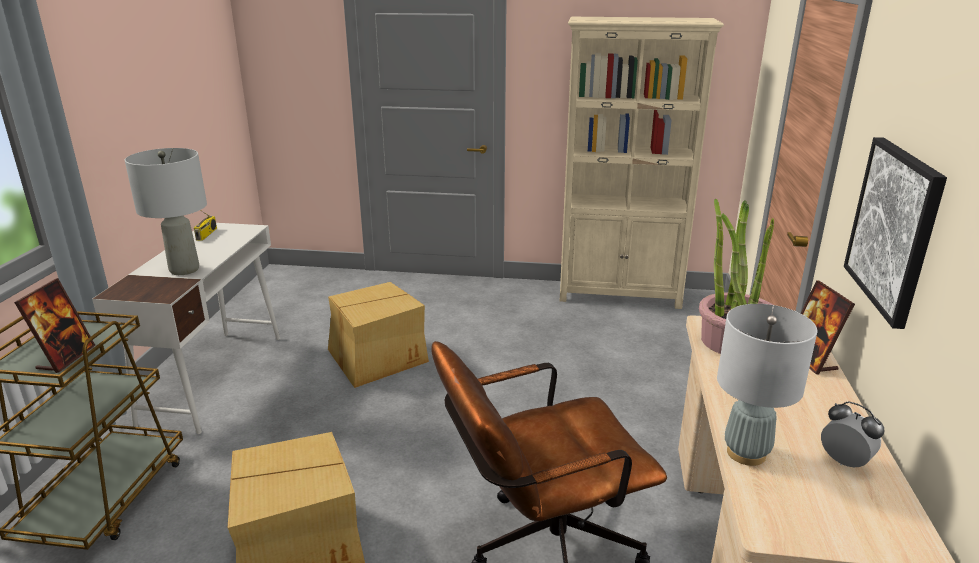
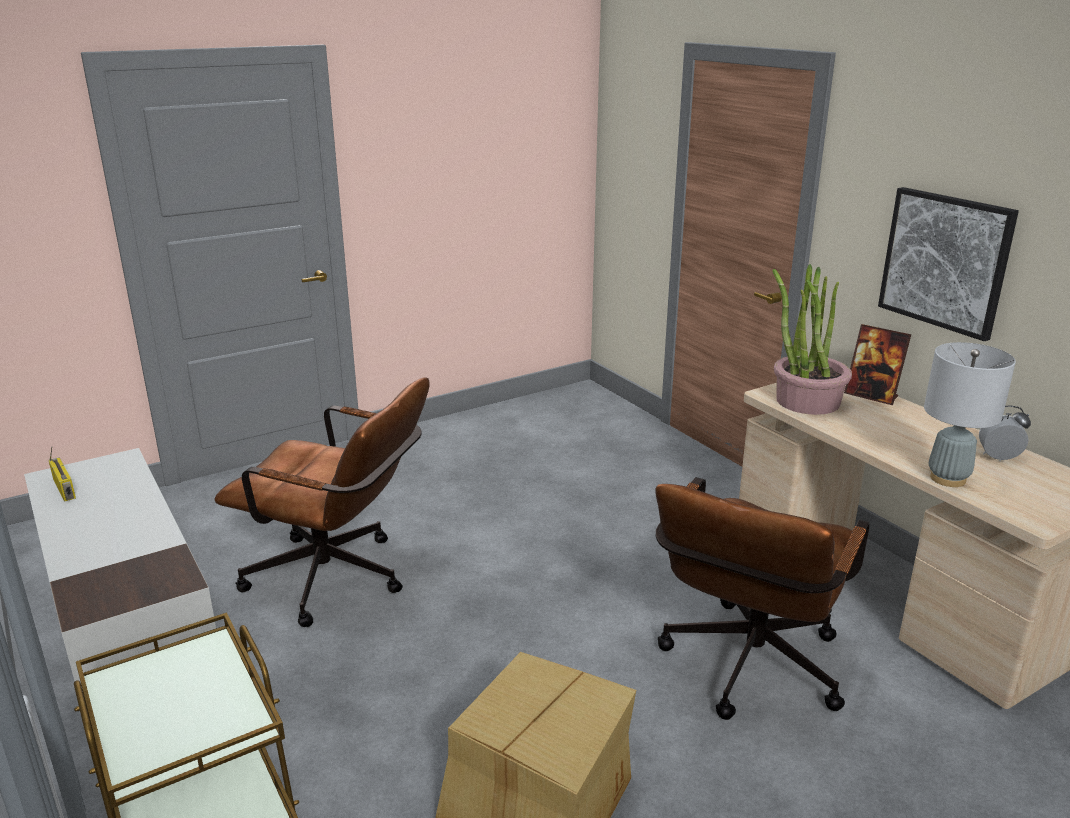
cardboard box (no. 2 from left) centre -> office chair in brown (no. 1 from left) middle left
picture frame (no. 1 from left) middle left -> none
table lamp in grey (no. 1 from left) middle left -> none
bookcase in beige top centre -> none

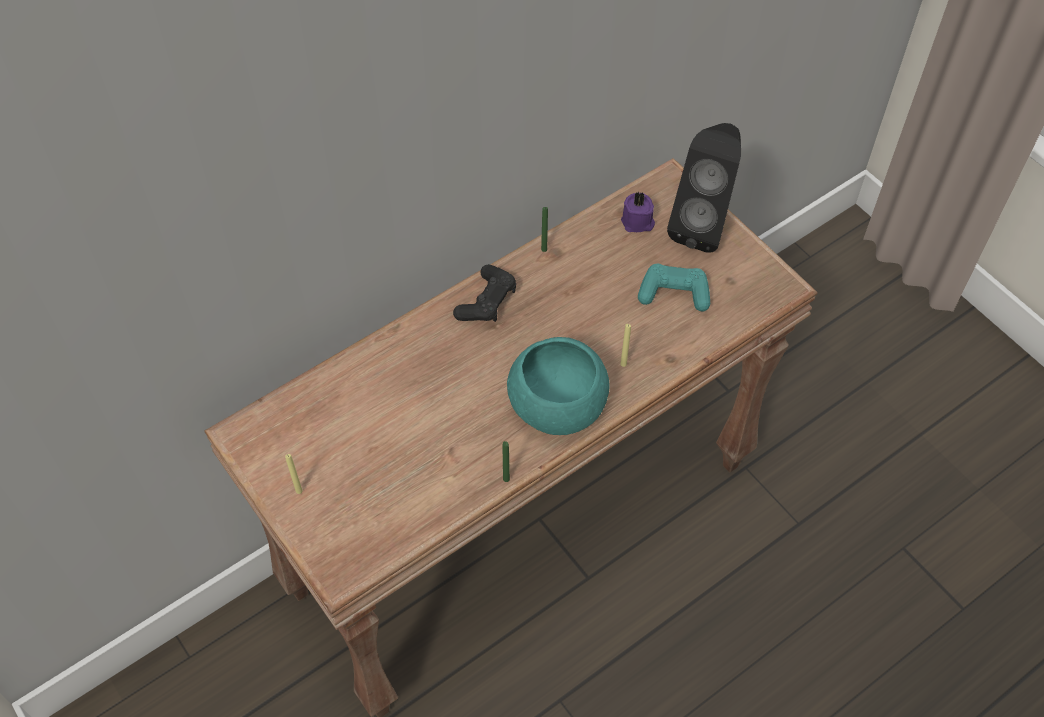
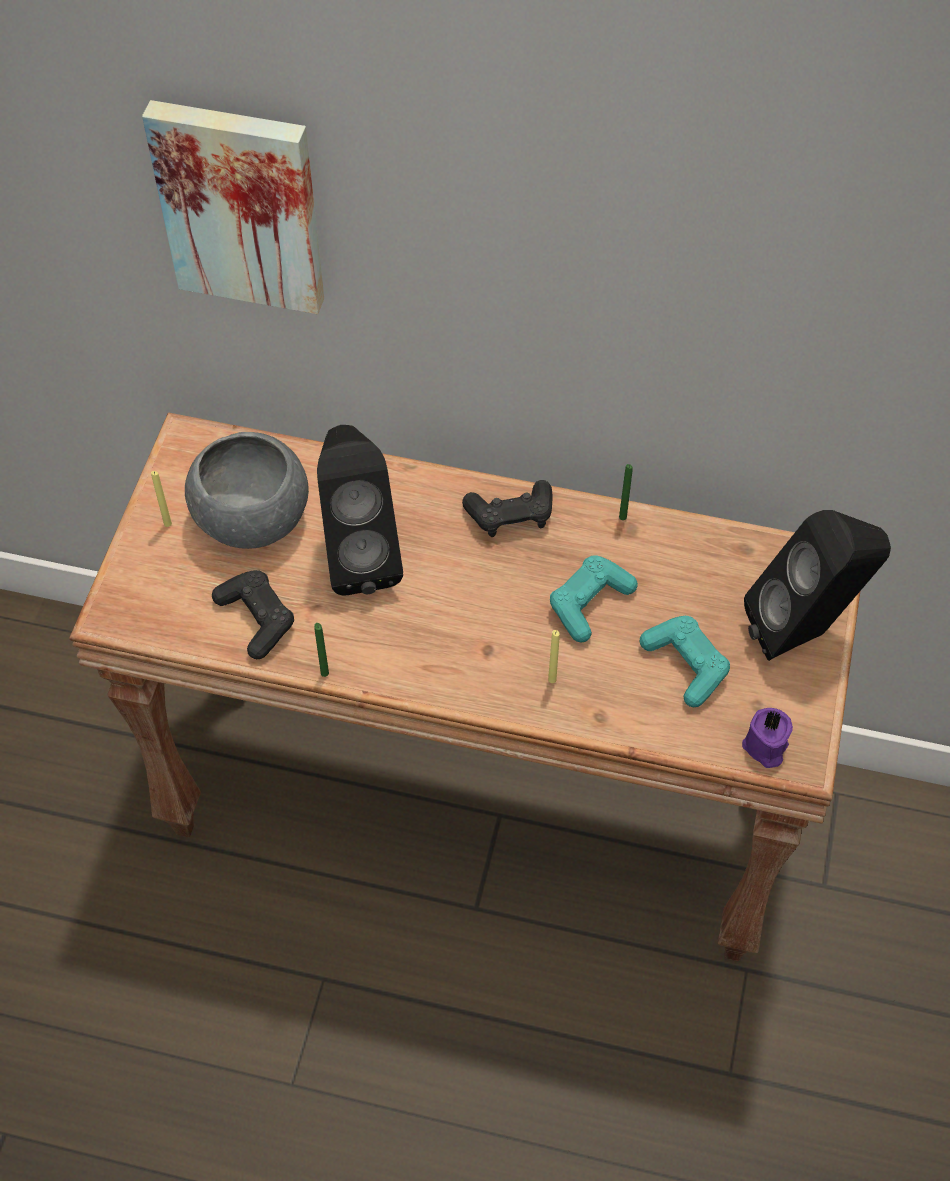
none -> picture top left
none -> bowl in grey middle left
none -> game controller in black (no. 1 from left) middle left
none -> speaker in black (no. 1 from left) centre
none -> game controller in turquoise (no. 1 from left) centre
candle in purple top centre -> candle in purple middle right, shifted
bowl in turquoise centre -> none

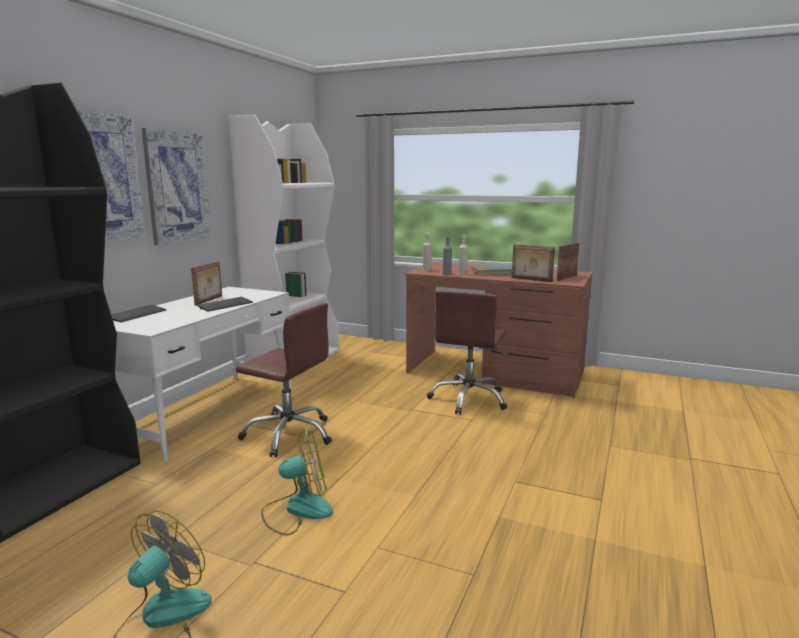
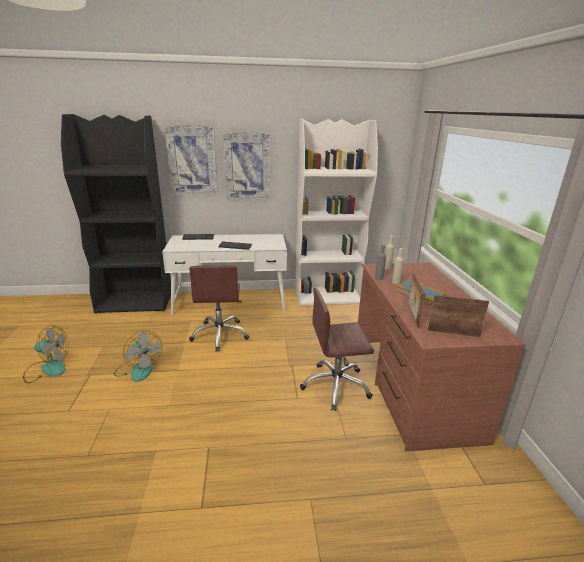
picture frame (no. 1 from left) middle left -> none

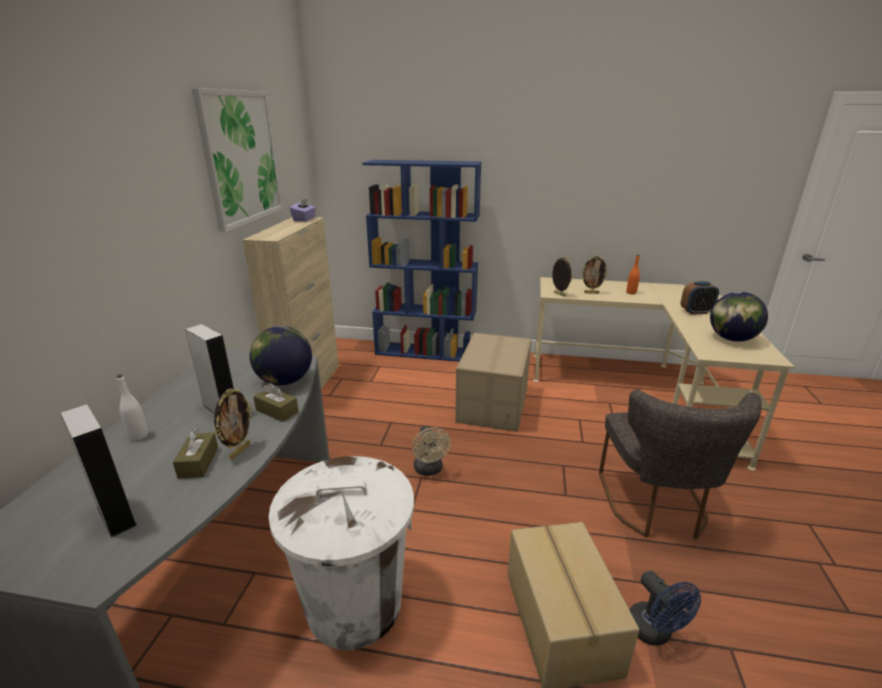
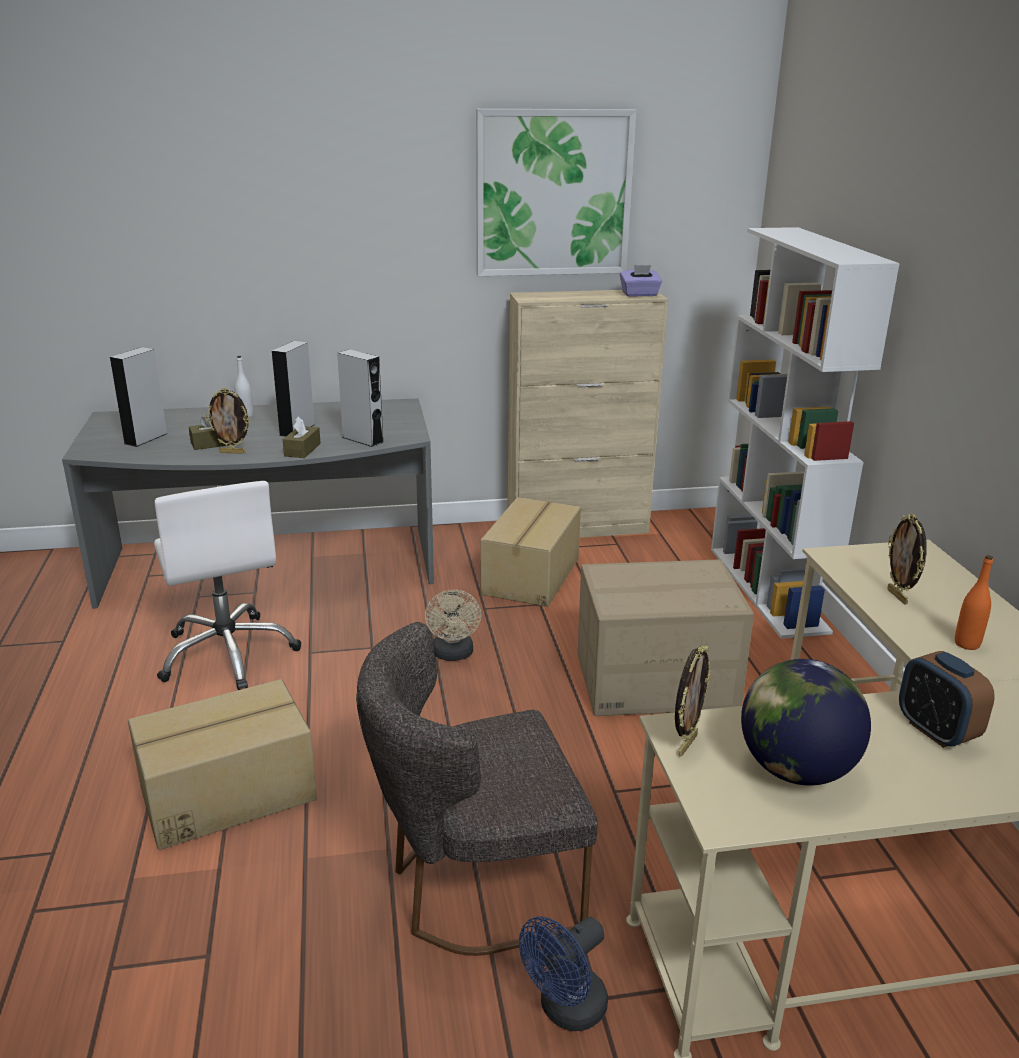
trash can in white bottom centre -> office chair in white middle left
globe (no. 1 from left) middle left -> speaker in grey (no. 3 from left) centre
fan in beige centre, 60 degrees counterclockwise
none -> cardboard box (no. 2 from left) centre
fan in blue bottom right -> fan in blue bottom centre, shifted
picture frame (no. 2 from left) centre -> picture frame (no. 2 from left) middle right, shifted
bookcase in blue centre -> bookcase in white middle right

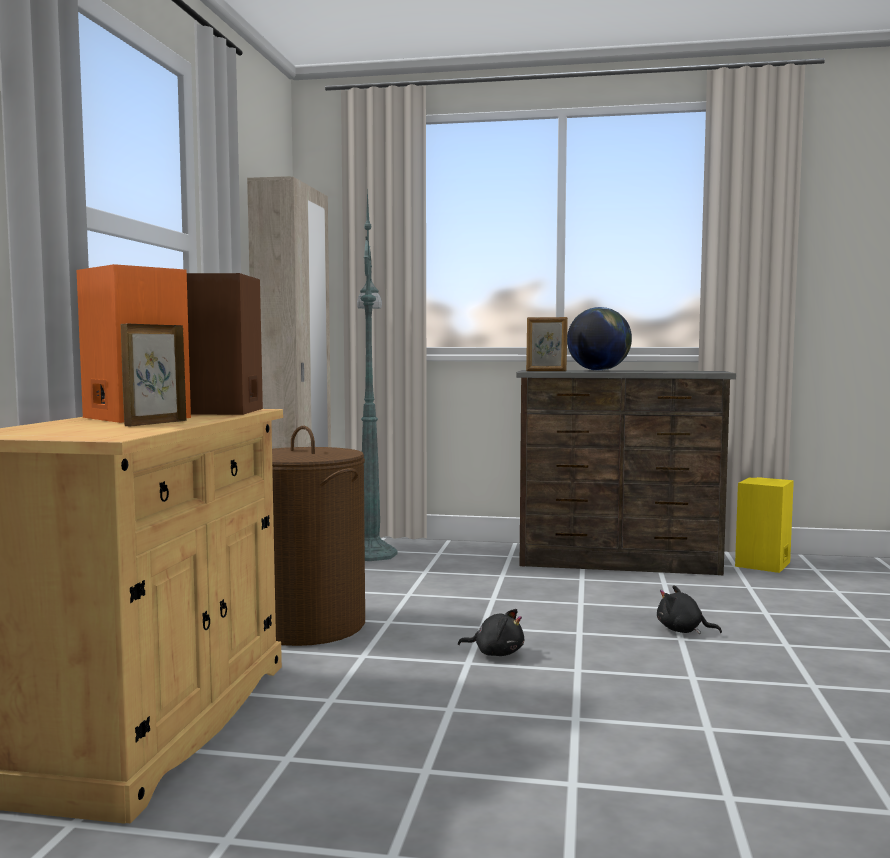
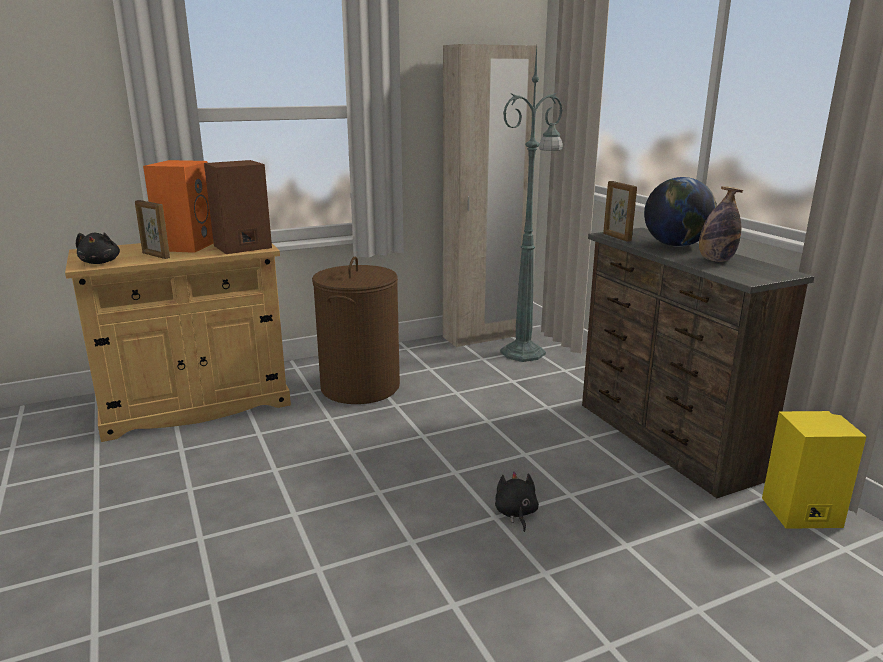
plush toy in black (no. 1 from left) bottom centre -> plush toy in black (no. 1 from left) middle left, shifted
picture frame (no. 1 from left) middle left, 135 degrees counterclockwise
none -> bottle middle right

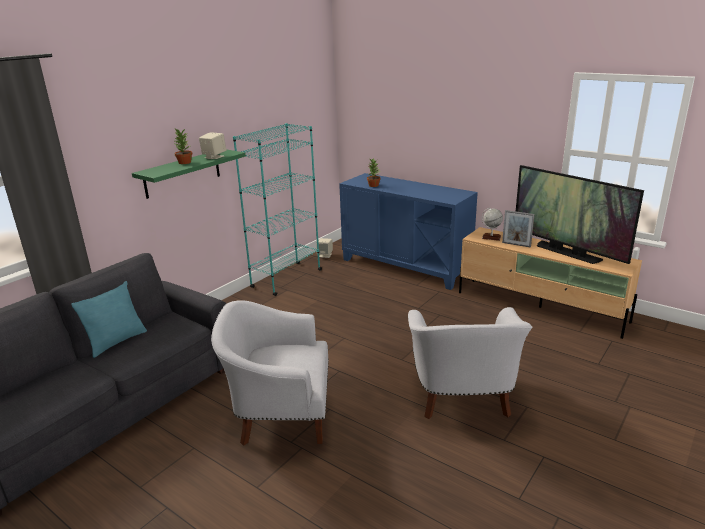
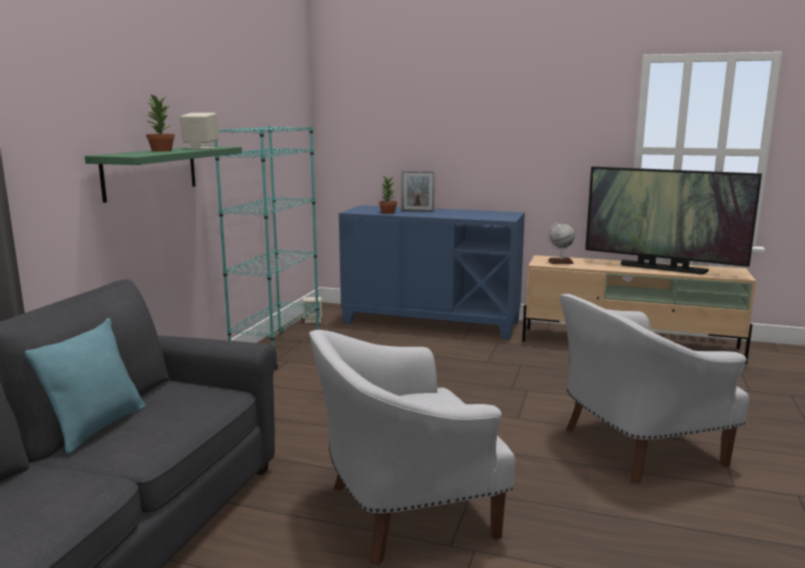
picture frame middle right -> picture frame centre, shifted
armchair in white (no. 2 from left) bottom right, 90 degrees clockwise

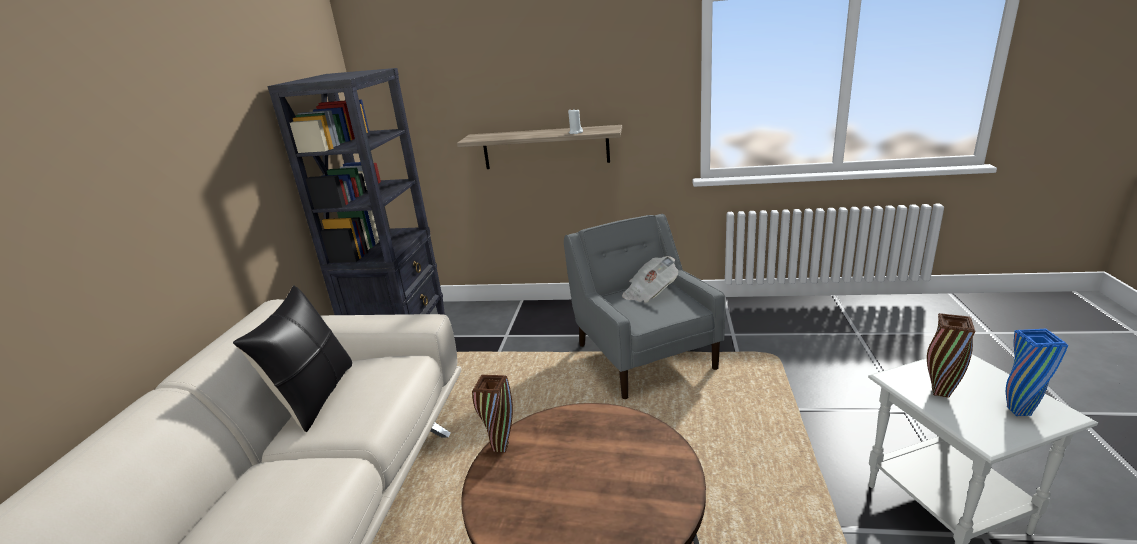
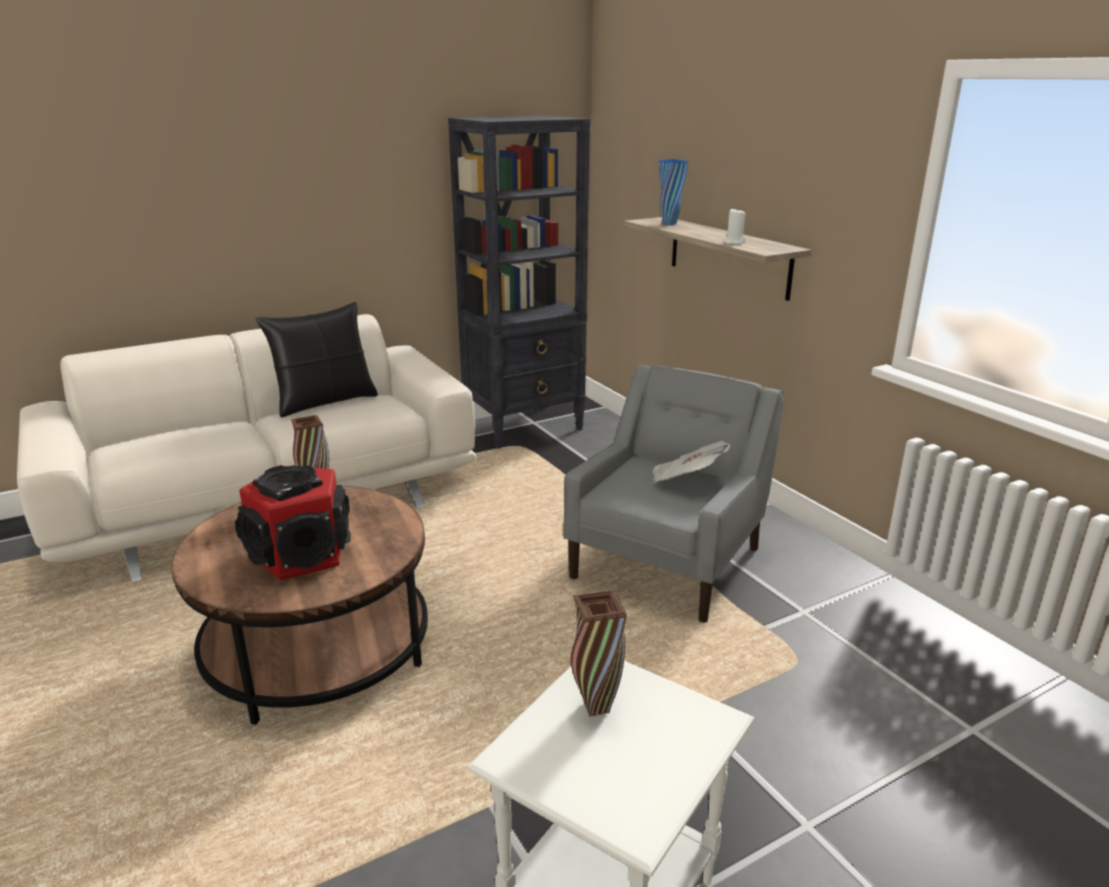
none -> speaker middle left
vase in blue bottom right -> vase in blue top centre, shifted

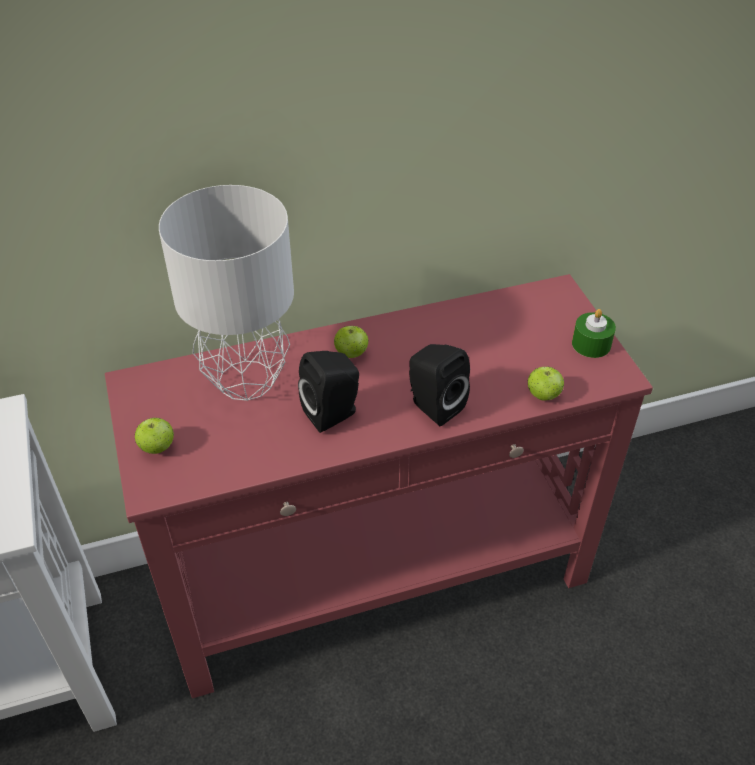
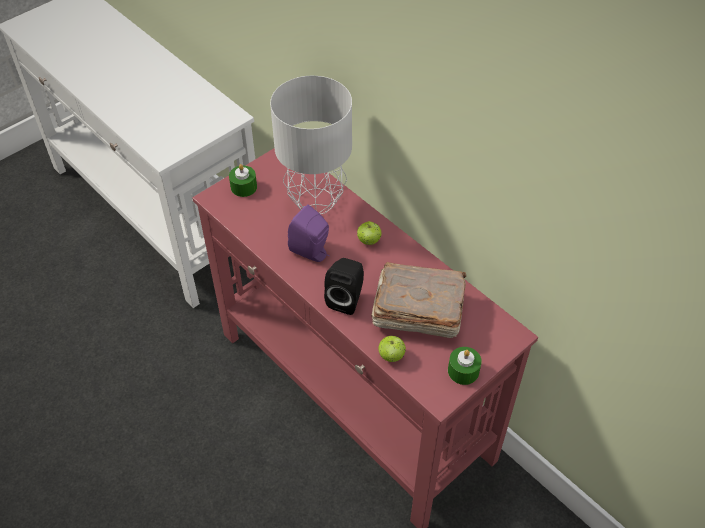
apple (no. 1 from left) middle left -> candle in green (no. 1 from left) centre
speaker in black (no. 1 from left) centre -> speaker in purple centre
none -> book in brown centre

